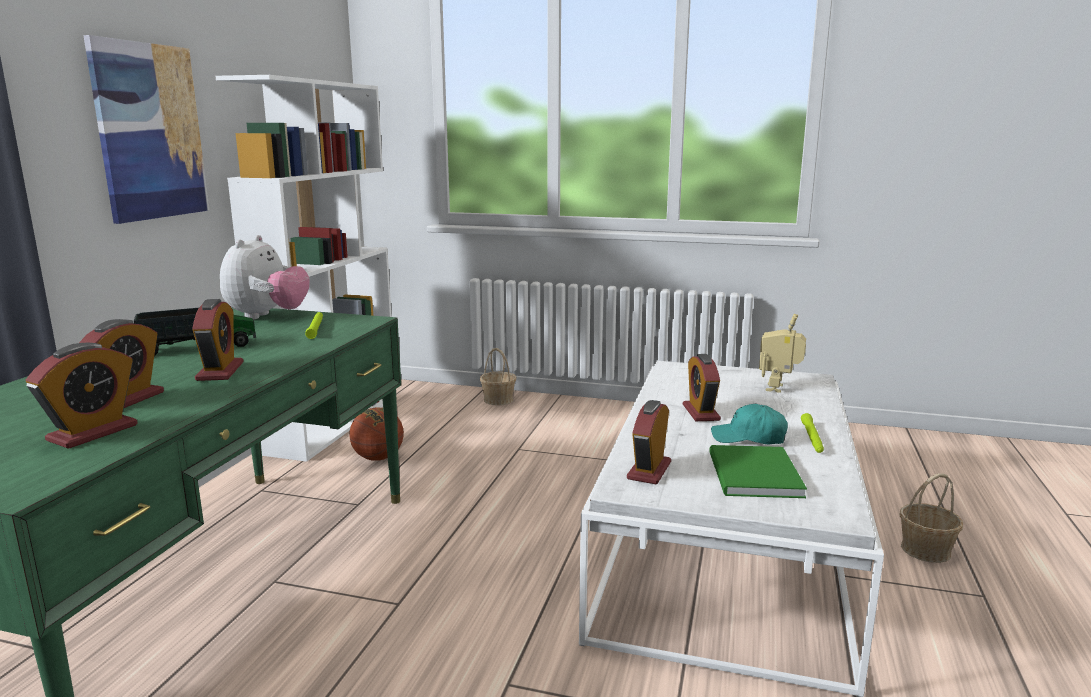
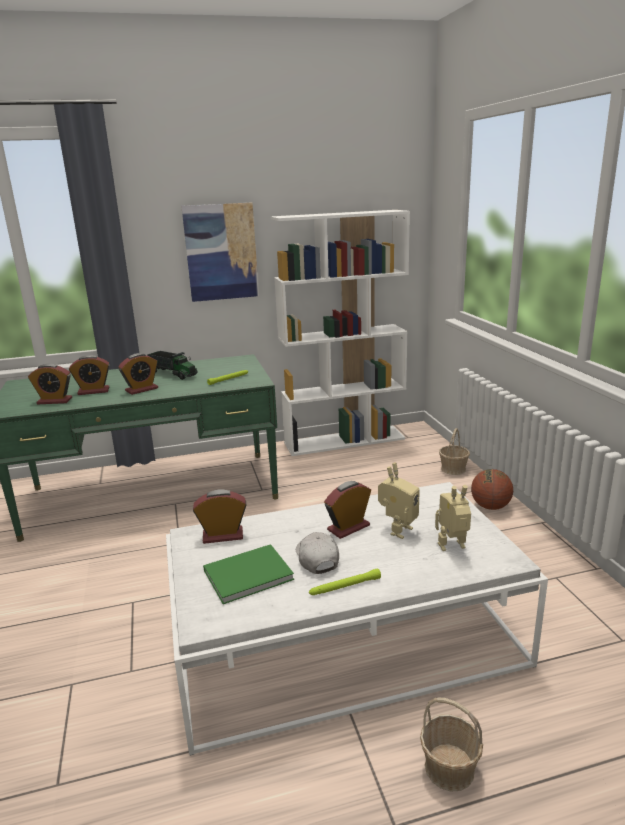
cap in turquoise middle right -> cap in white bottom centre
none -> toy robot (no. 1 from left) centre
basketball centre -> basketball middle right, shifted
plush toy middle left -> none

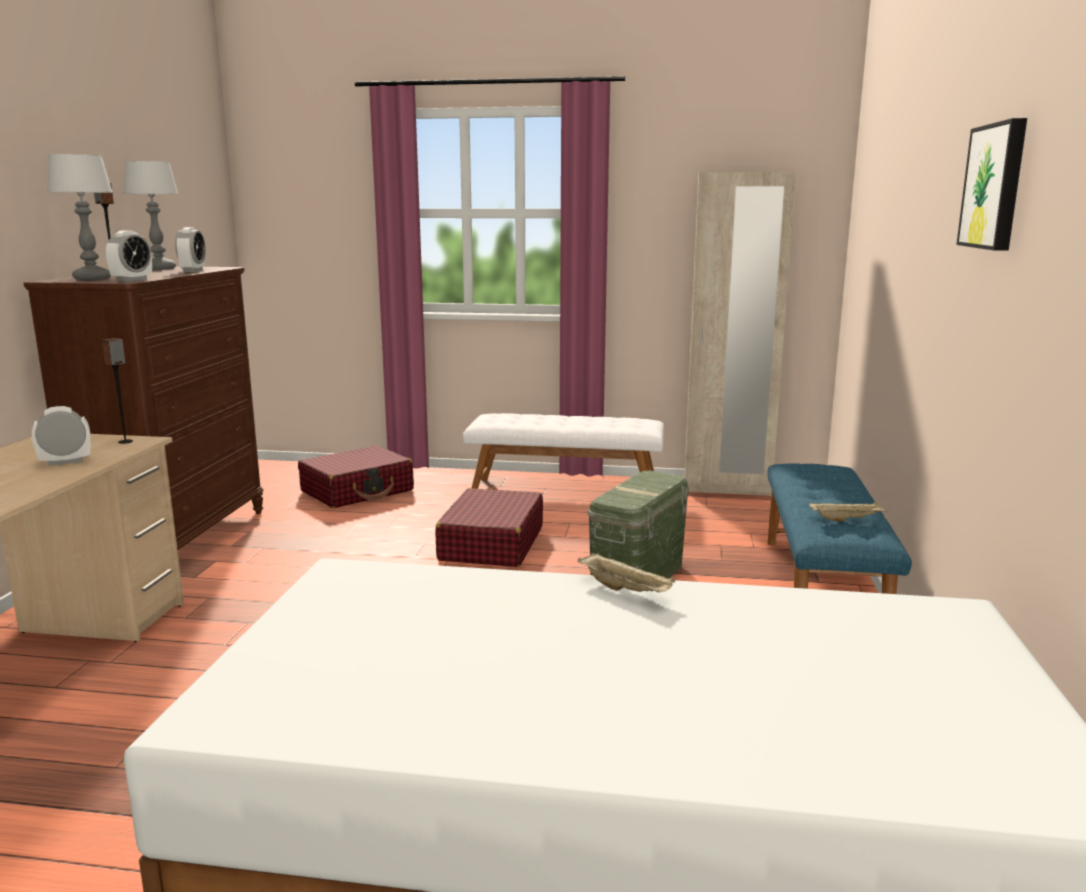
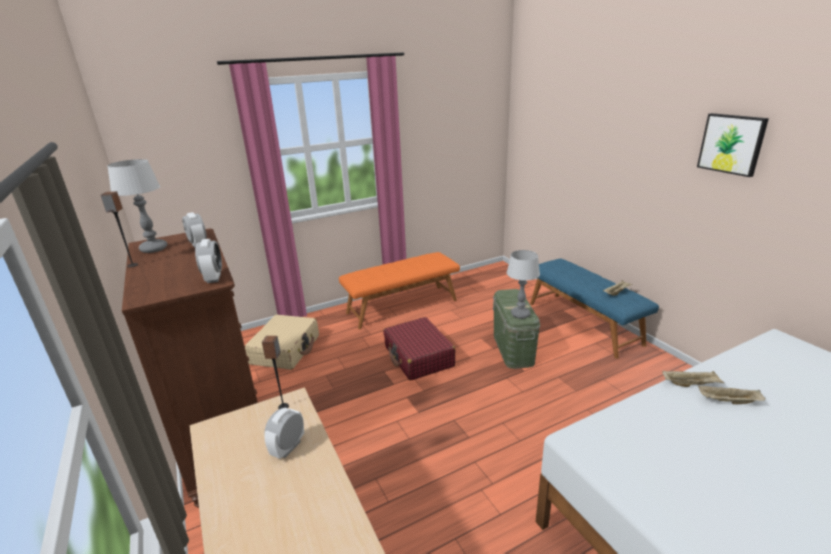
suitcase in red (no. 1 from left) middle left -> suitcase in beige centre
bench in white centre -> bench in orange centre
table lamp (no. 1 from left in the first image) top left -> table lamp (no. 2 from left) centre, shifted
none -> tray in beige (no. 3 from left) bottom right
wardrobe in beige middle right -> none

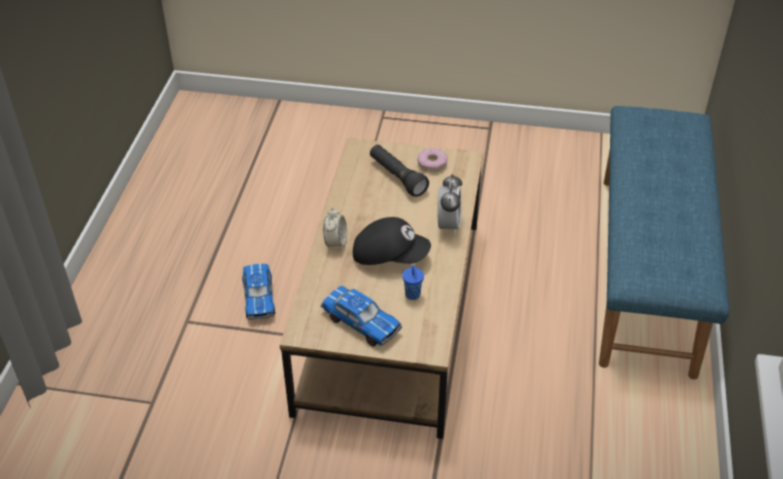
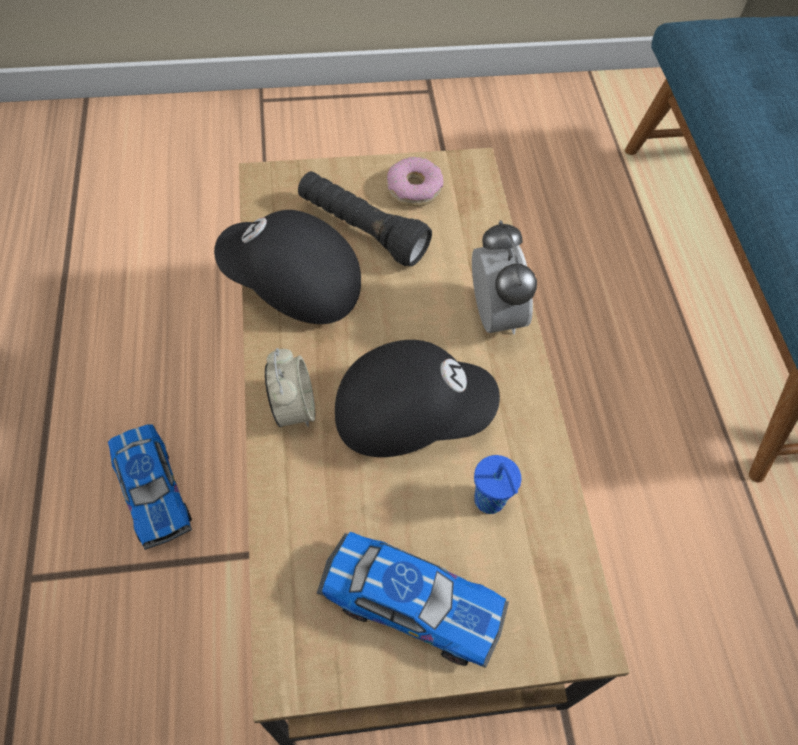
none -> cap in black (no. 1 from left) centre

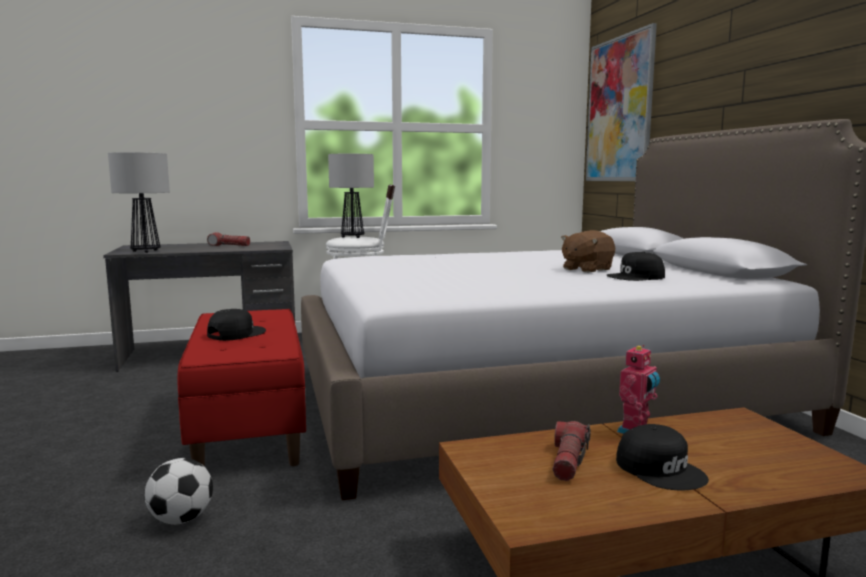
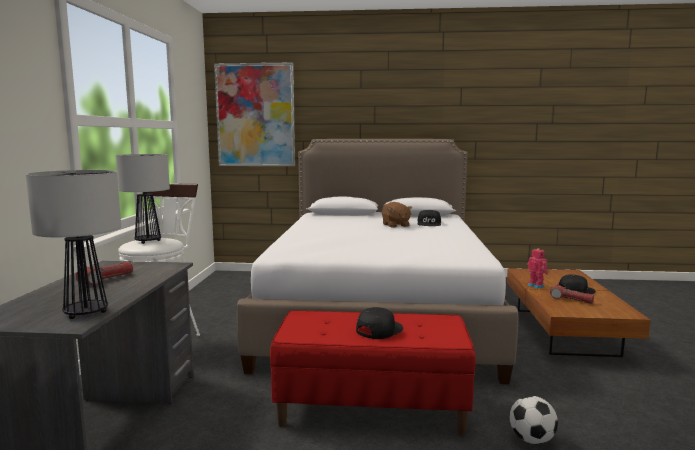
cap in black (no. 1 from left) middle left -> cap in black (no. 1 from left) bottom centre, 75 degrees clockwise

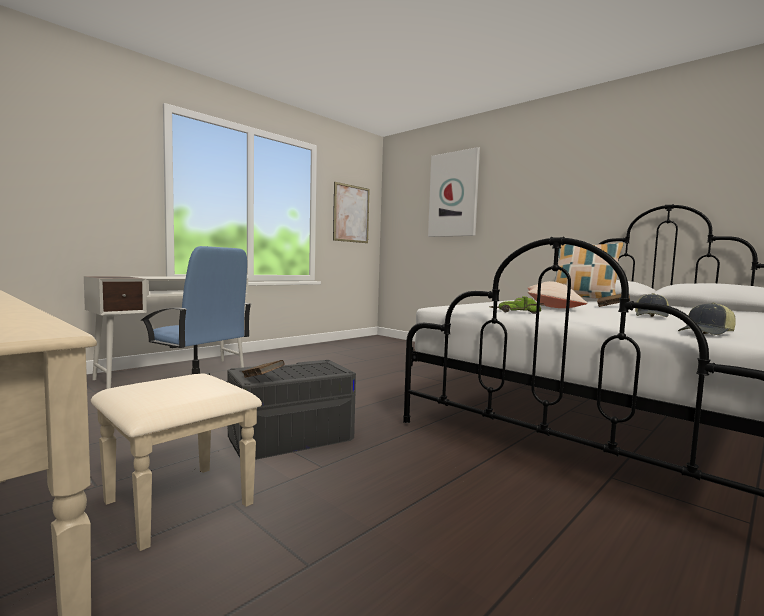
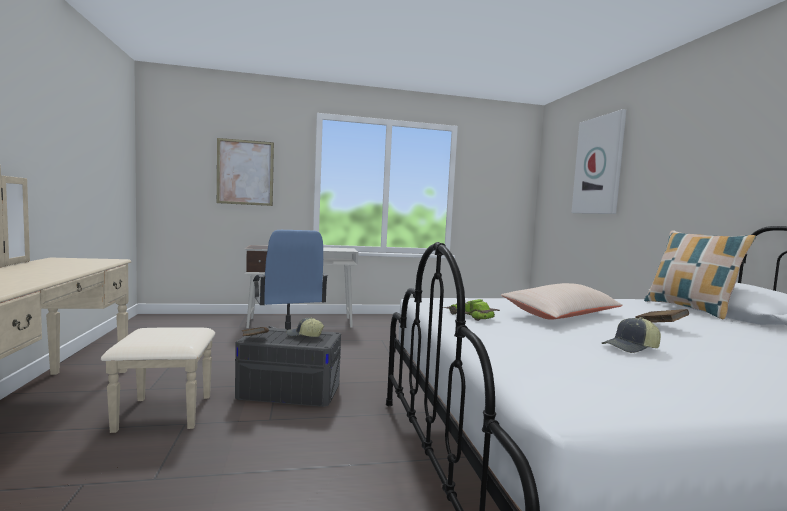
picture (no. 1 from left) centre -> picture (no. 1 from left) middle left, shifted
cap (no. 2 from left in the first image) middle right -> cap (no. 1 from left) centre, shifted

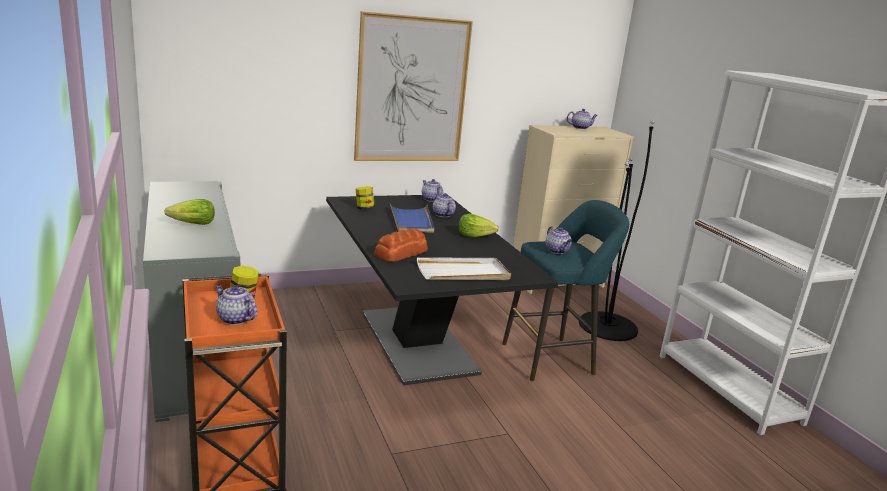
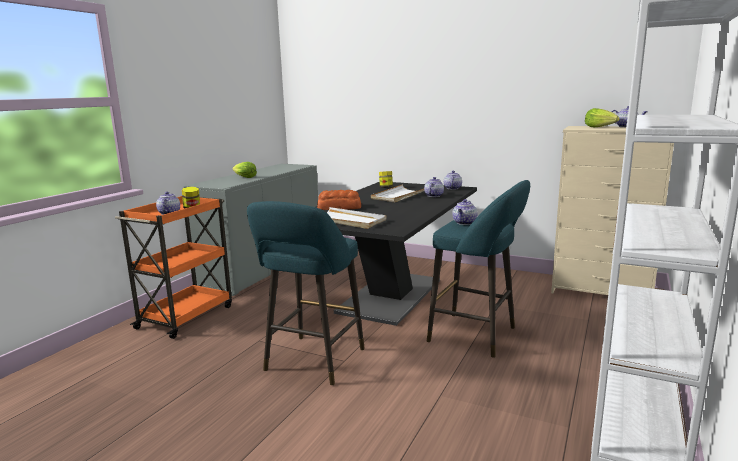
none -> stool in turquoise (no. 1 from left) centre
tray in blue centre -> tray in white (no. 2 from left) centre
lettuce (no. 2 from left) centre -> lettuce (no. 2 from left) top right, shifted
picture top centre -> none
floor lamp in black middle right -> none

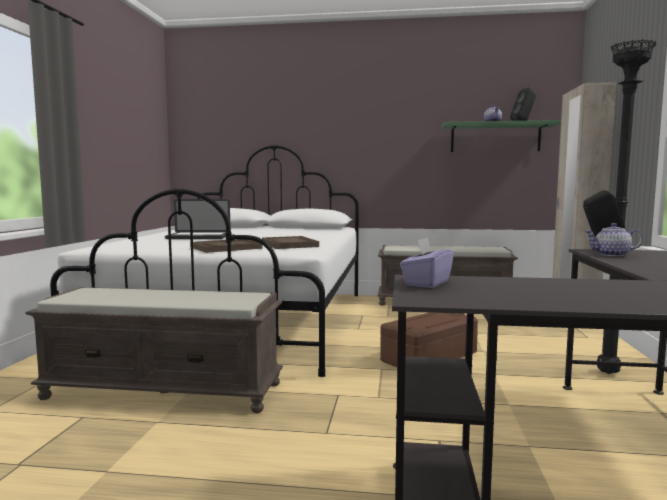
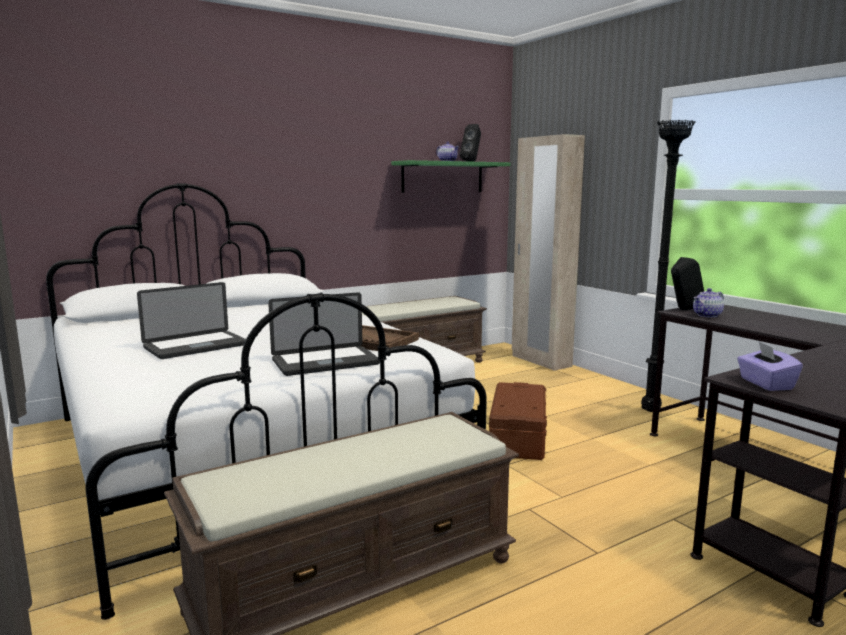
tray in brown (no. 1 from left) centre -> laptop (no. 2 from left) centre

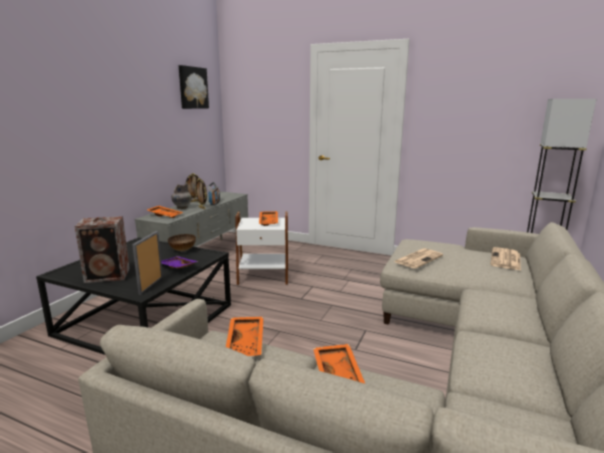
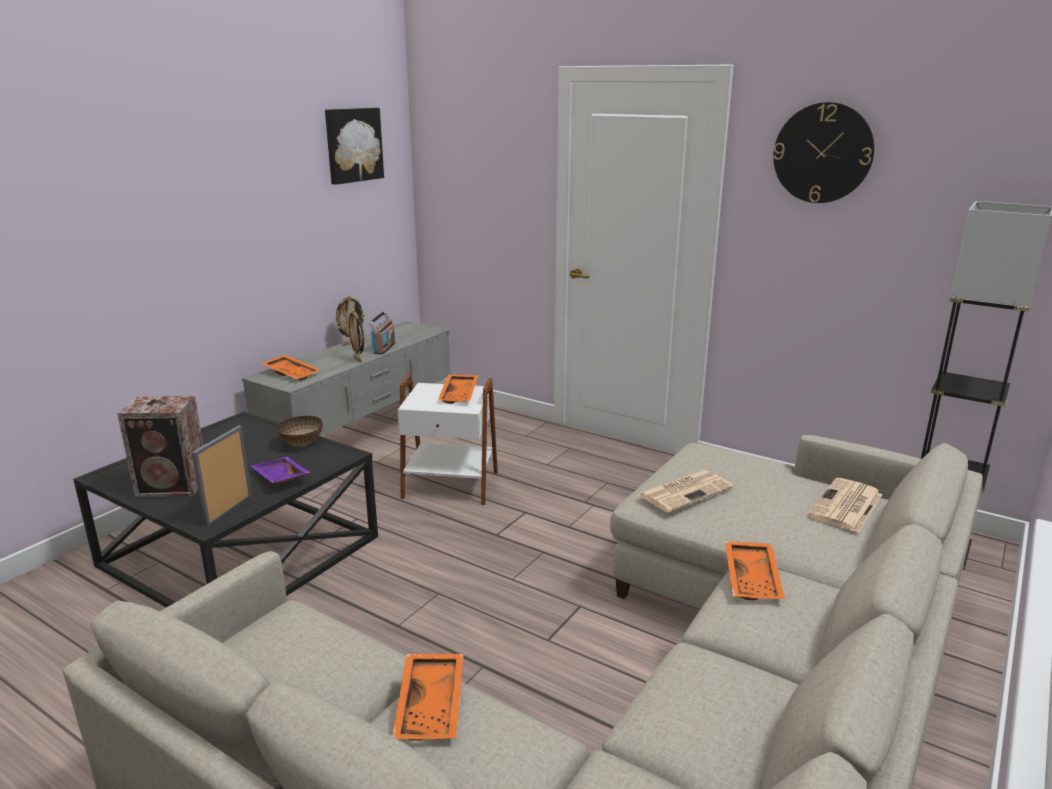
tray in orange (no. 2 from left in the first image) bottom centre -> tray in orange (no. 4 from left) bottom right, shifted
none -> wall clock top right
vase in grey middle left -> none

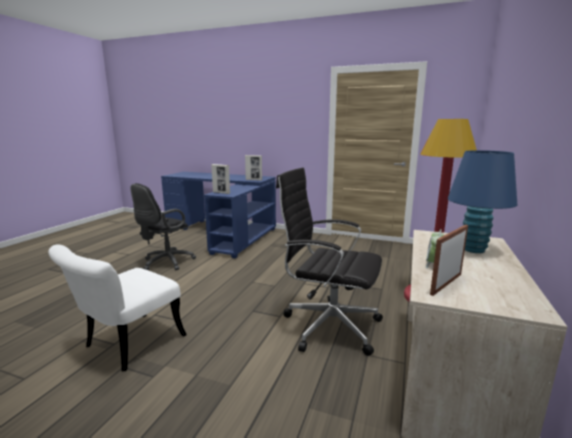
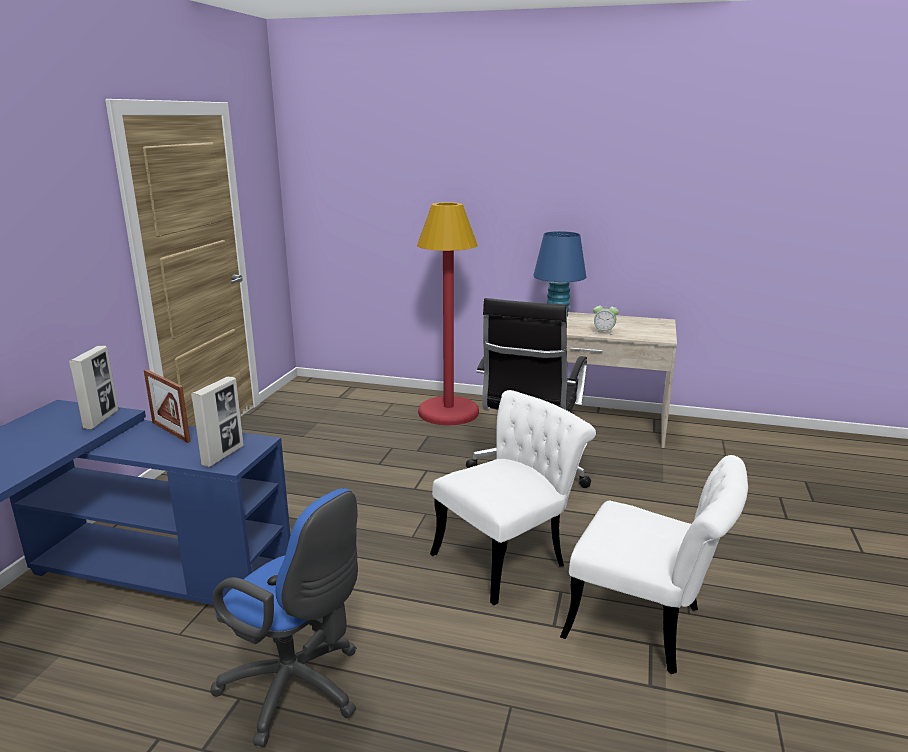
picture frame (no. 3 from left in the first image) middle right -> picture frame (no. 2 from left) middle left, shifted
office chair in black (no. 1 from left) middle left -> office chair in blue bottom left
none -> chair in white (no. 1 from left) centre

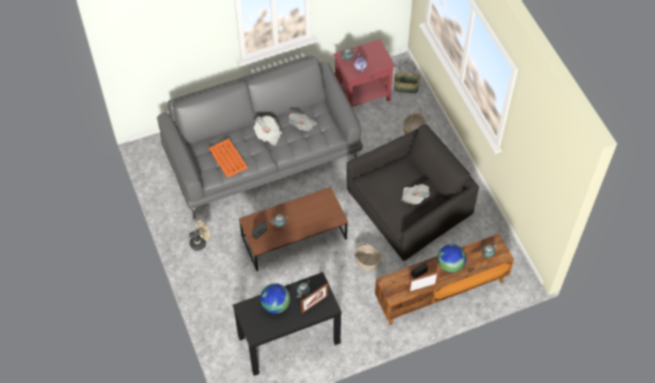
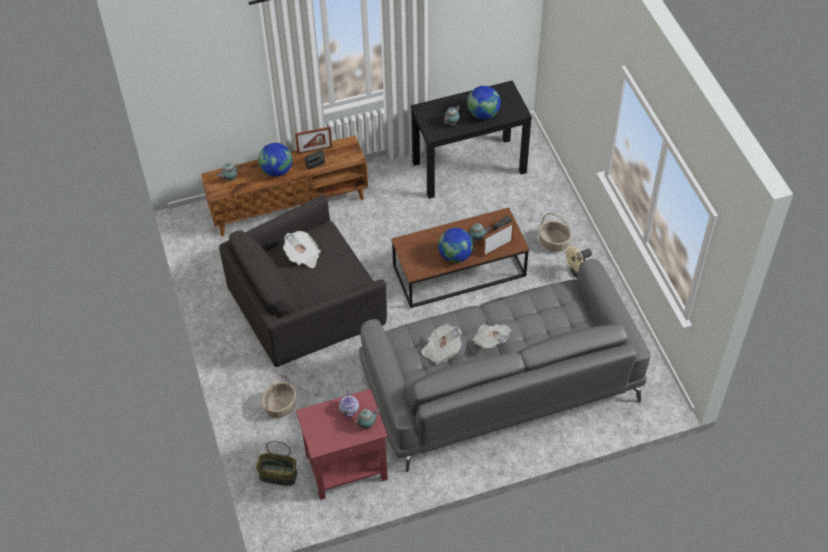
none -> globe (no. 2 from left) centre
picture frame (no. 1 from left in the first image) bottom centre -> picture frame (no. 2 from left) centre, shifted
basket (no. 1 from left in the first image) bottom centre -> basket (no. 3 from left) middle right, shifted
tray in orange centre -> none

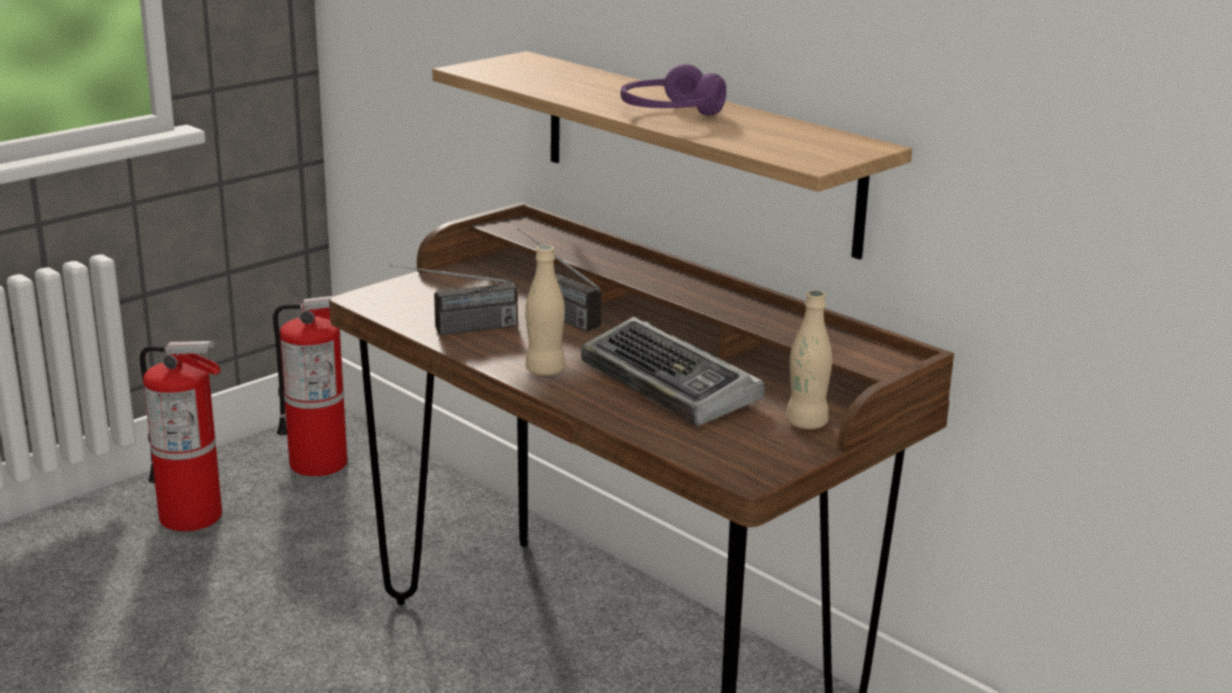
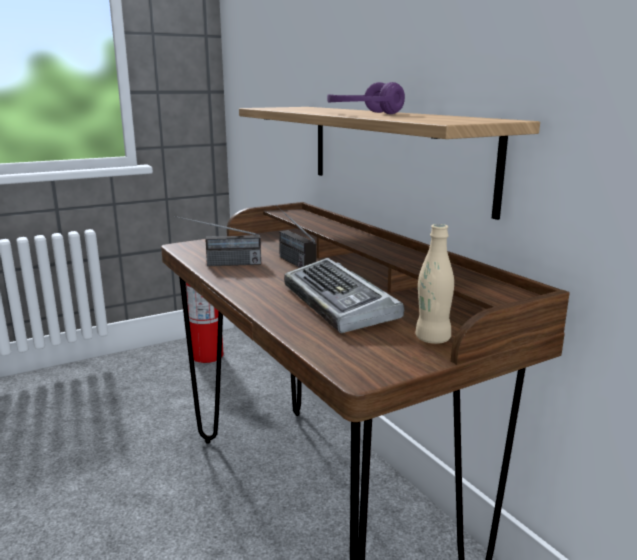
fire extinguisher (no. 1 from left) middle left -> none
bottle in beige (no. 1 from left) centre -> none

